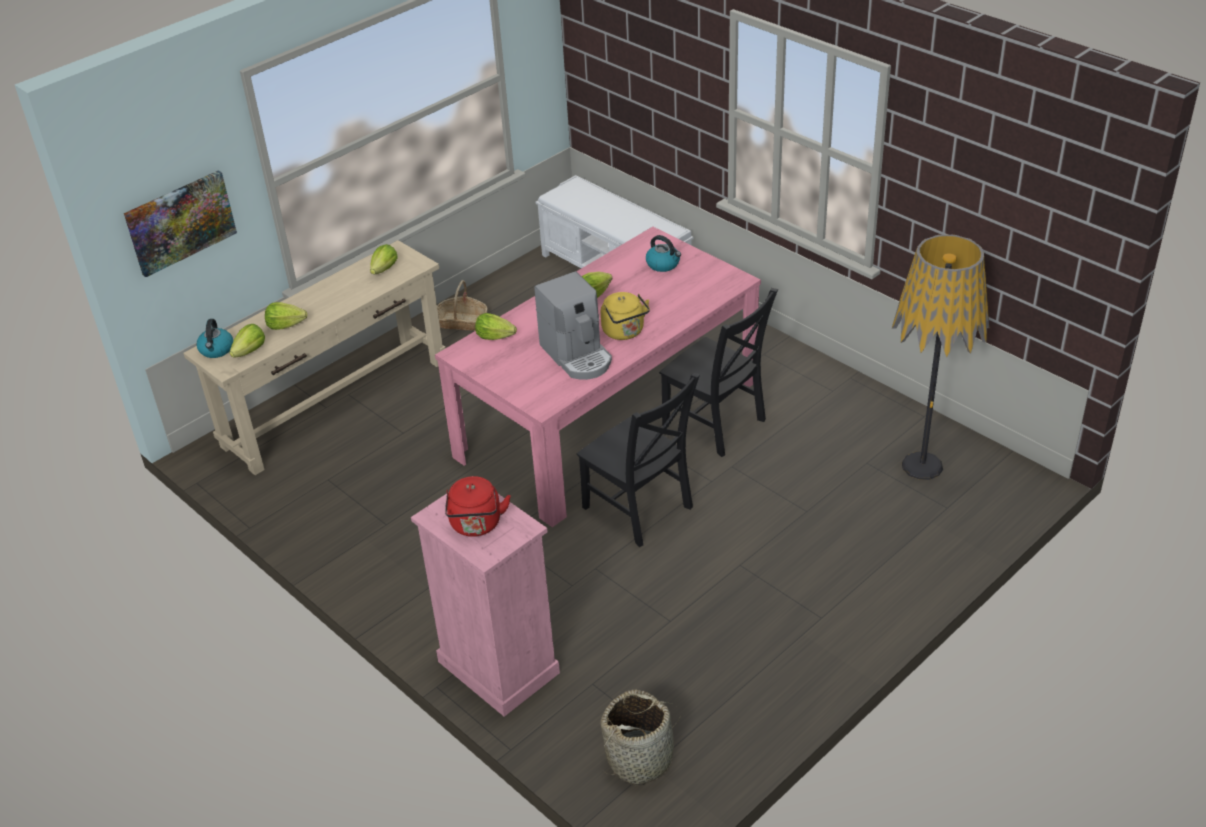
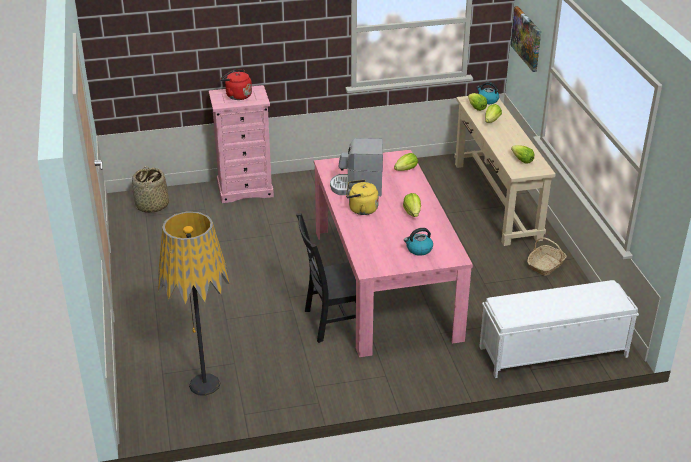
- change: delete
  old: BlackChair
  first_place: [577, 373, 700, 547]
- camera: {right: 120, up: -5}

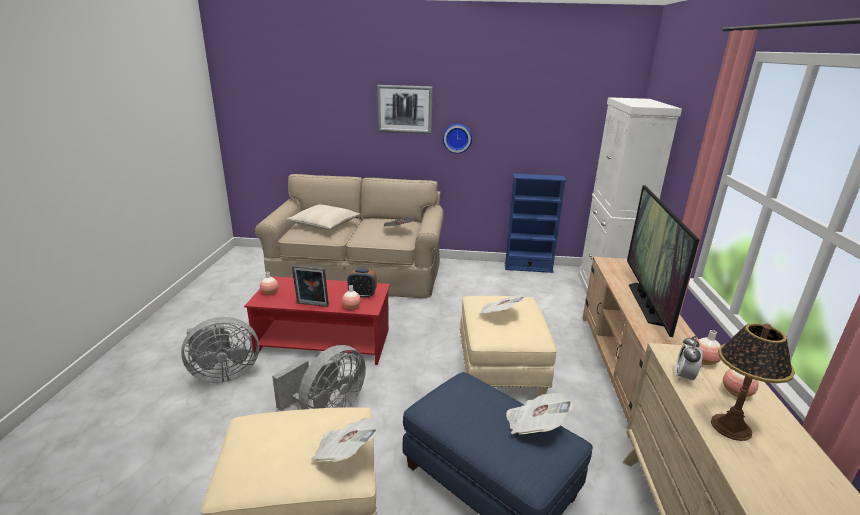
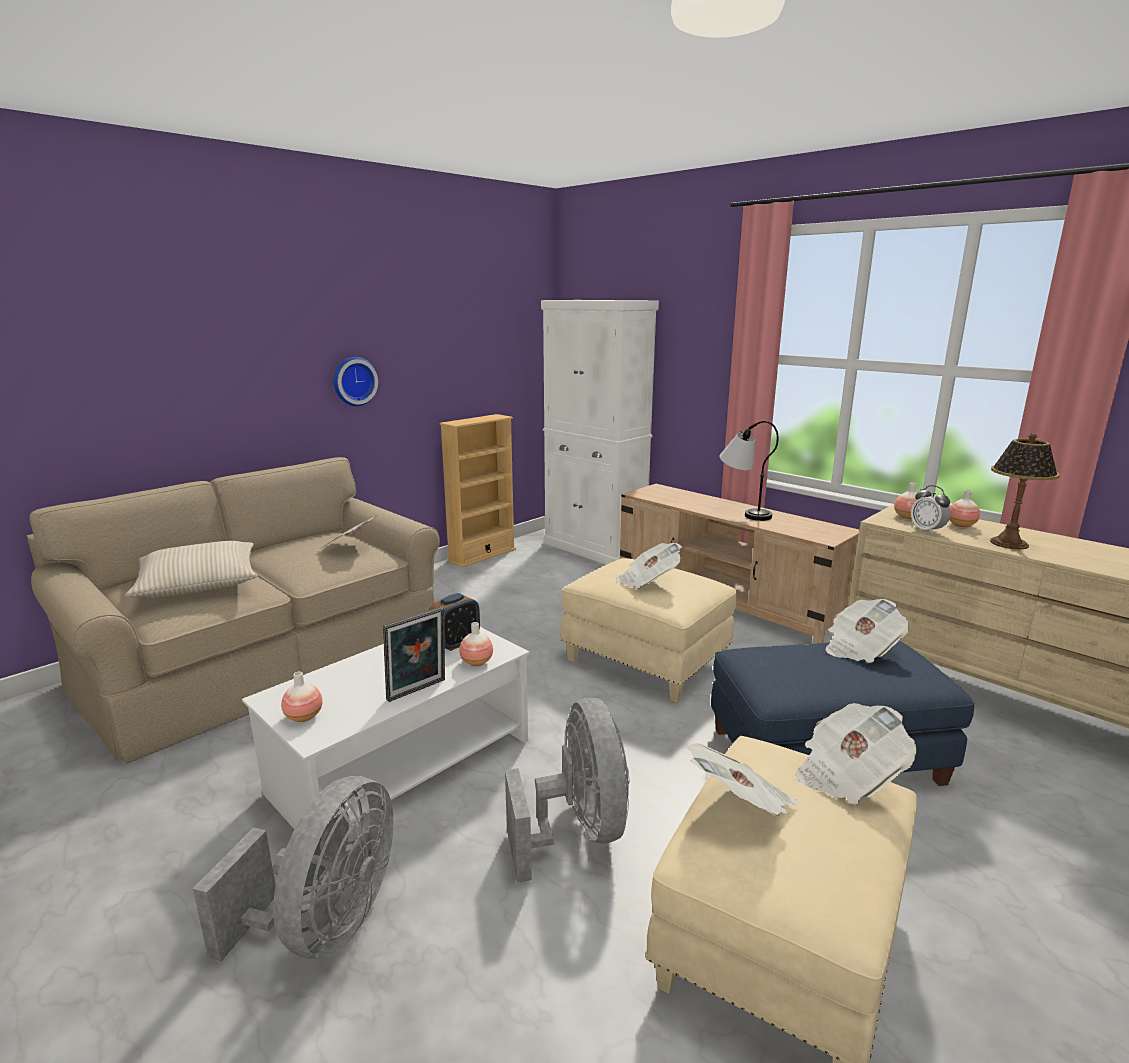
- change: delete
  old: Picture
  first_place: [377, 85, 433, 134]
- change: recolor
  old: BlueBookcase
  new: BeigeBookcase
  first_place: [504, 174, 567, 273]
  second_place: [440, 414, 516, 568]
- change: replace
  old: Television
  new: TableLamp
  first_place: [627, 185, 700, 337]
  second_place: [719, 421, 779, 521]
- change: recolor
  old: RedCoffeeTable
  new: WhiteCoffeeTable
  first_place: [244, 276, 390, 365]
  second_place: [242, 627, 530, 830]
- change: insert
  new: Newspaper
  second_place: [687, 743, 800, 816]
- camera: {right: -50, up: -5}

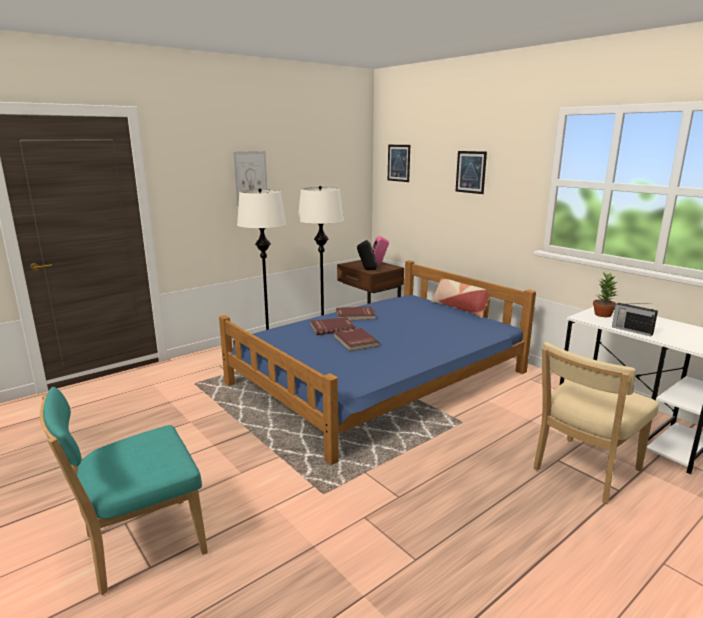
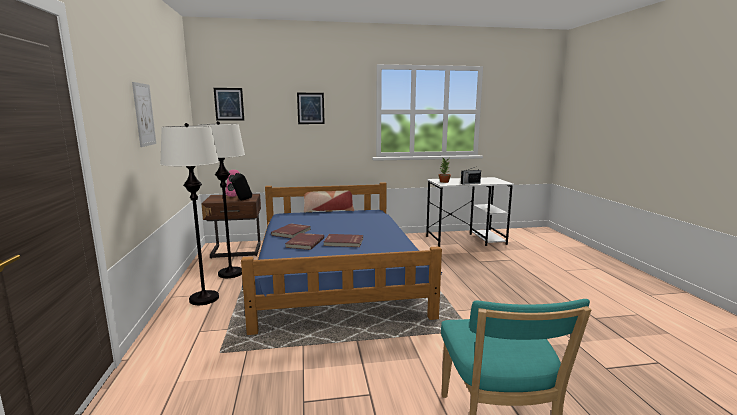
- change: delete
  old: BeigeChair
  first_place: [533, 342, 659, 504]
- camera: {right: -60, up: -5}

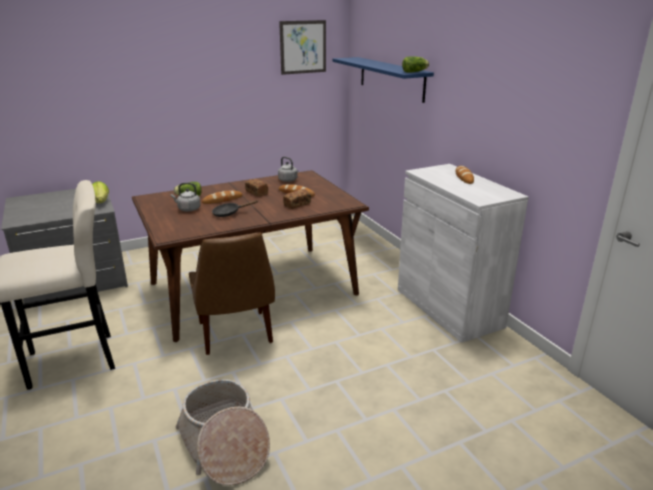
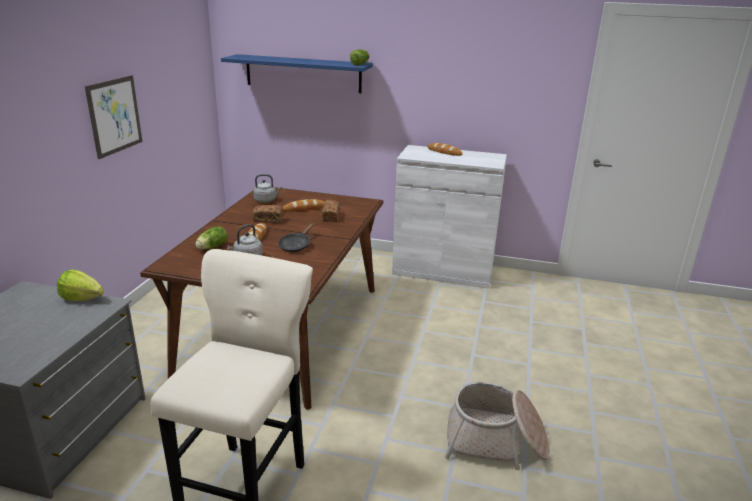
- change: move
  old: Picture
  first_place: [279, 20, 326, 75]
  second_place: [85, 75, 142, 159]
- change: delete
  old: BrownChair
  first_place: [189, 232, 275, 355]
- camera: {right: -50, up: 0}

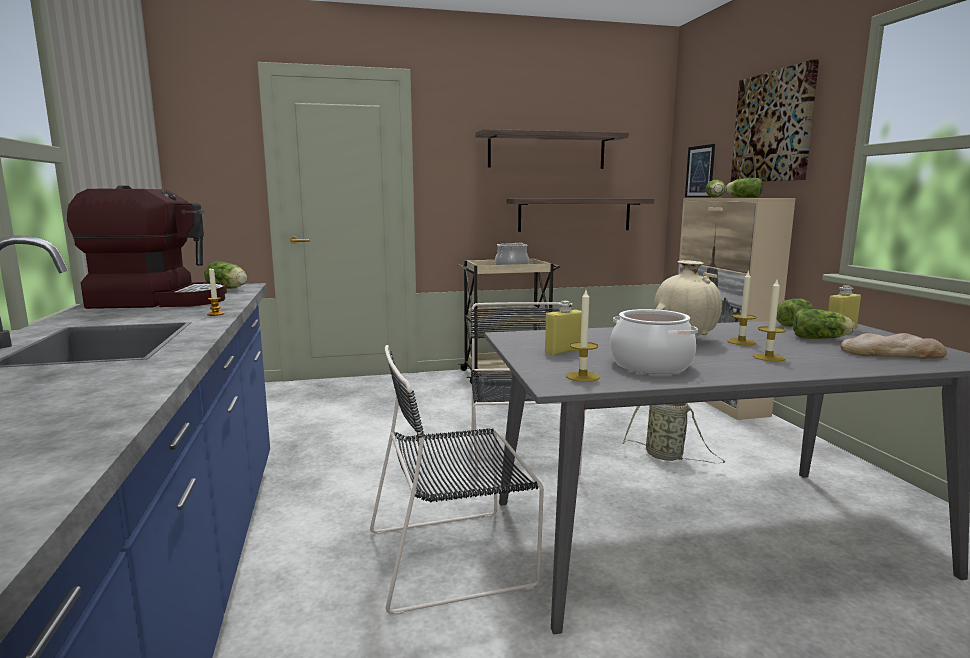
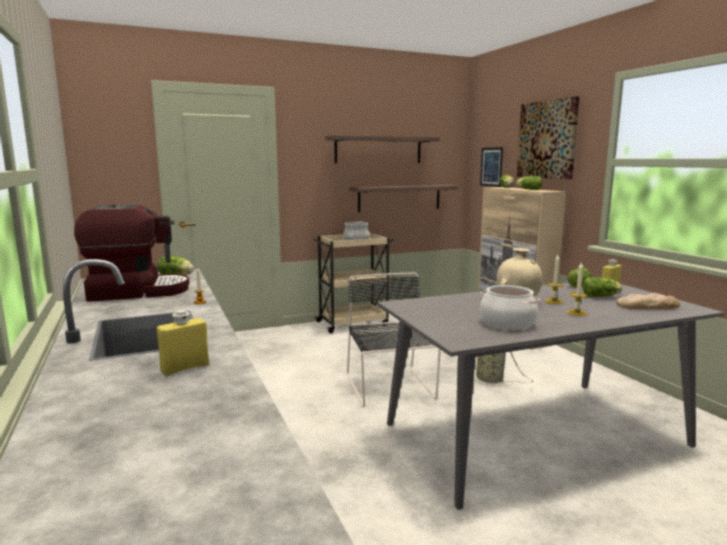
- change: delete
  old: Candle
  first_place: [566, 290, 600, 382]
- change: move
  old: YellowBottle
  first_place: [545, 301, 582, 356]
  second_place: [157, 310, 209, 376]
- change: delete
  old: BlackChair
  first_place: [370, 345, 544, 615]
- camera: {right: -10, up: 0}

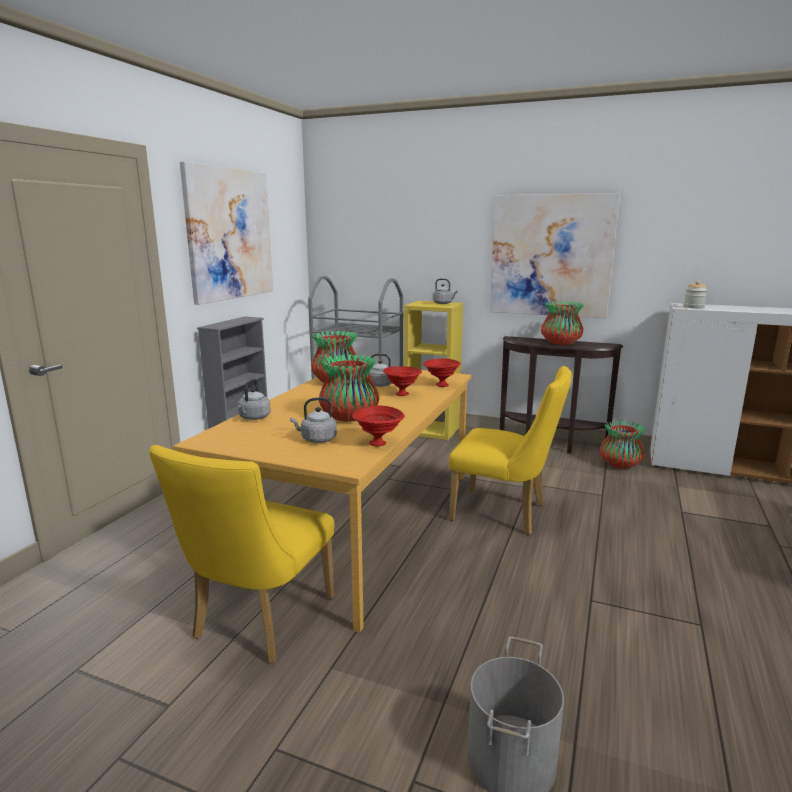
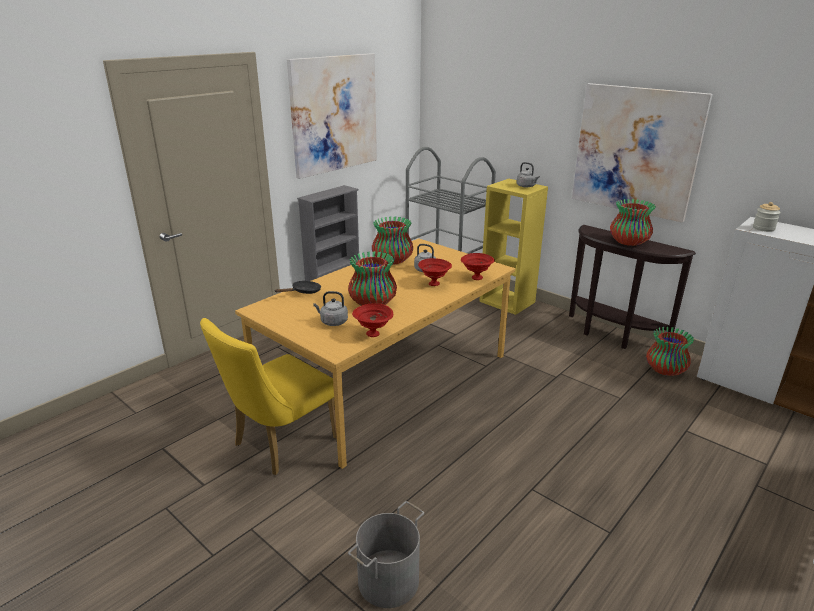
- change: delete
  old: YellowChair
  first_place: [449, 366, 571, 535]
- change: replace
  old: GreyKettle
  new: BlackFryingPan
  first_place: [238, 379, 271, 420]
  second_place: [274, 281, 321, 294]
- camera: {right: 20, up: 10}

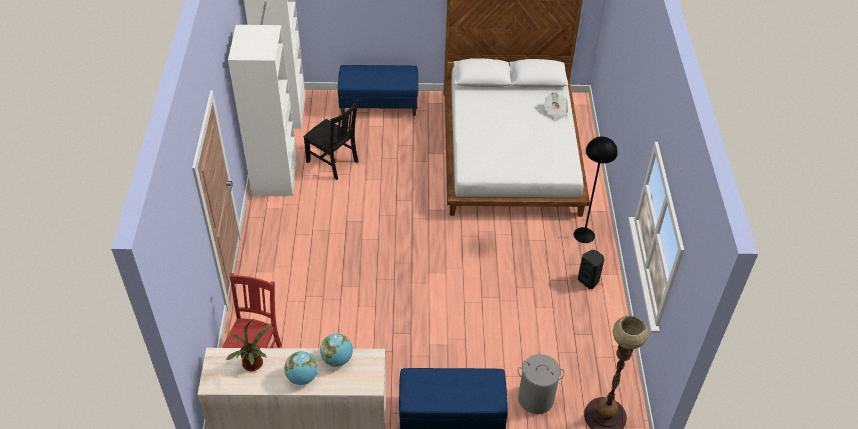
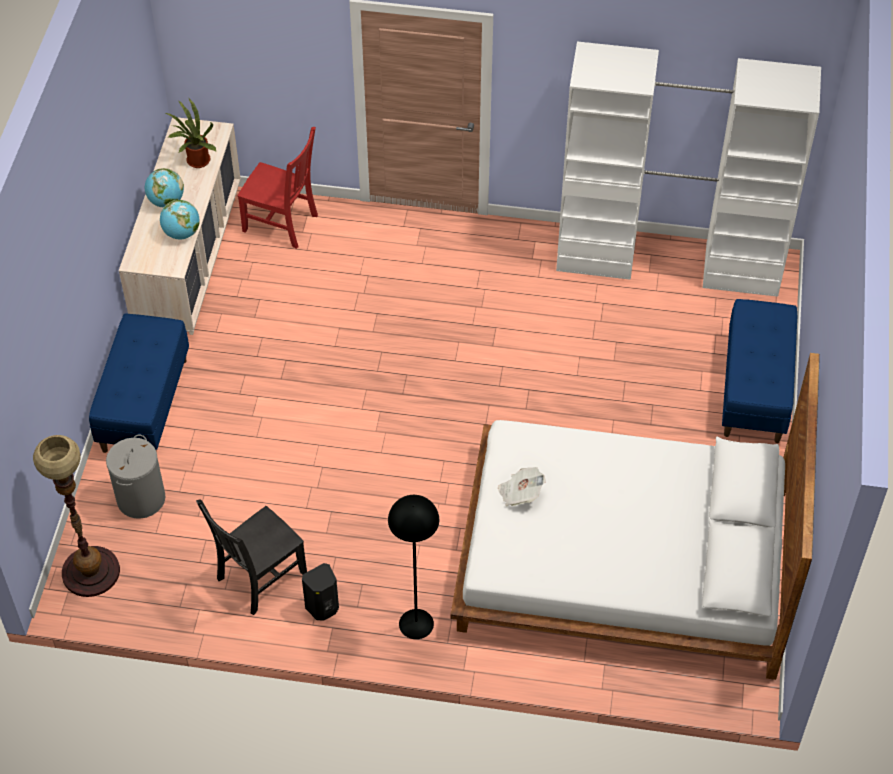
- change: move
  old: Newspaper
  first_place: [544, 92, 568, 121]
  second_place: [498, 467, 546, 506]
- change: move
  old: BlackChair
  first_place: [303, 99, 359, 180]
  second_place: [196, 500, 307, 615]
- camera: {right: 100, up: 5}

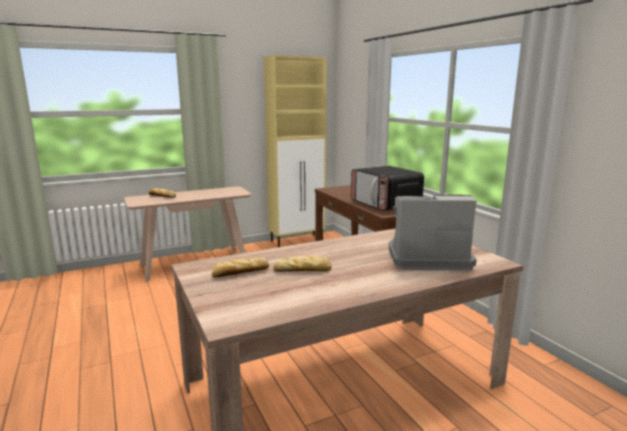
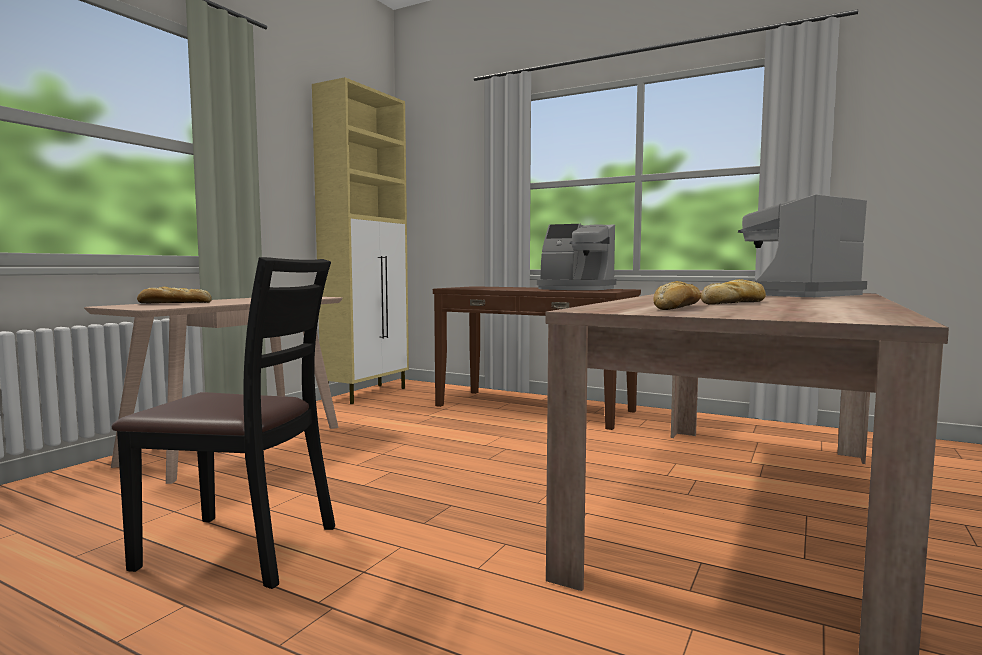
- change: replace
  old: Microwave
  new: CoffeeMachine
  first_place: [351, 166, 424, 211]
  second_place: [536, 224, 616, 290]
- change: insert
  new: BlackChair
  second_place: [112, 257, 335, 589]
- camera: {right: -35, up: -10}

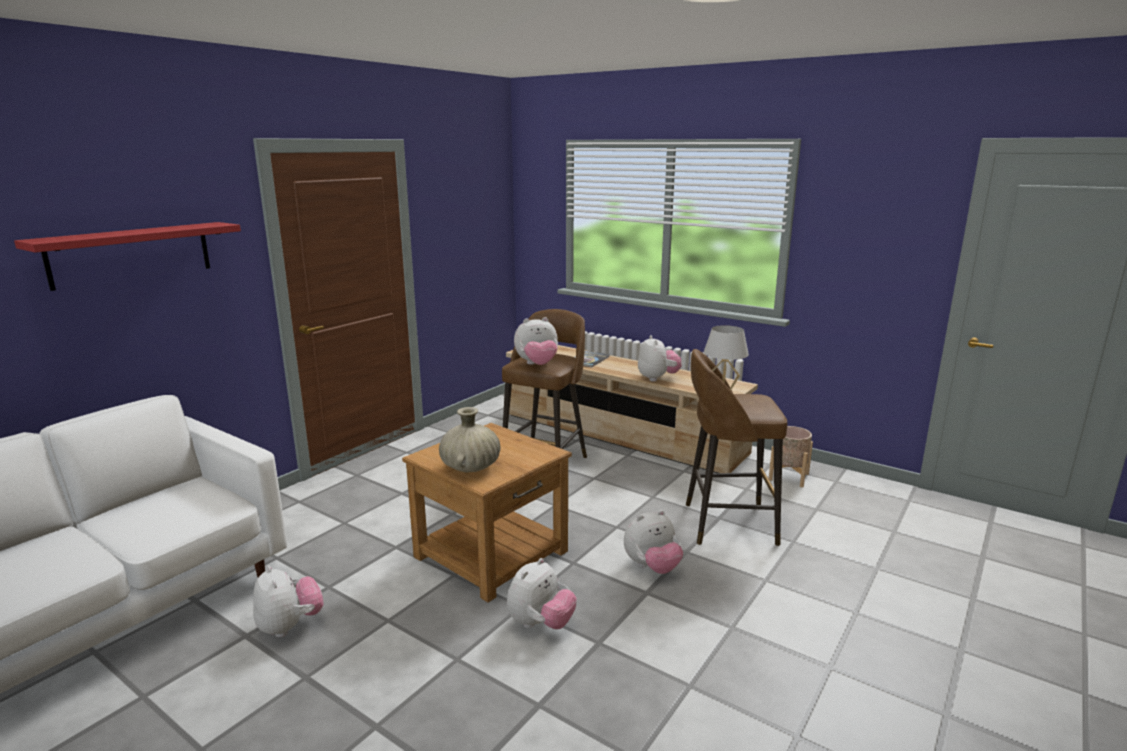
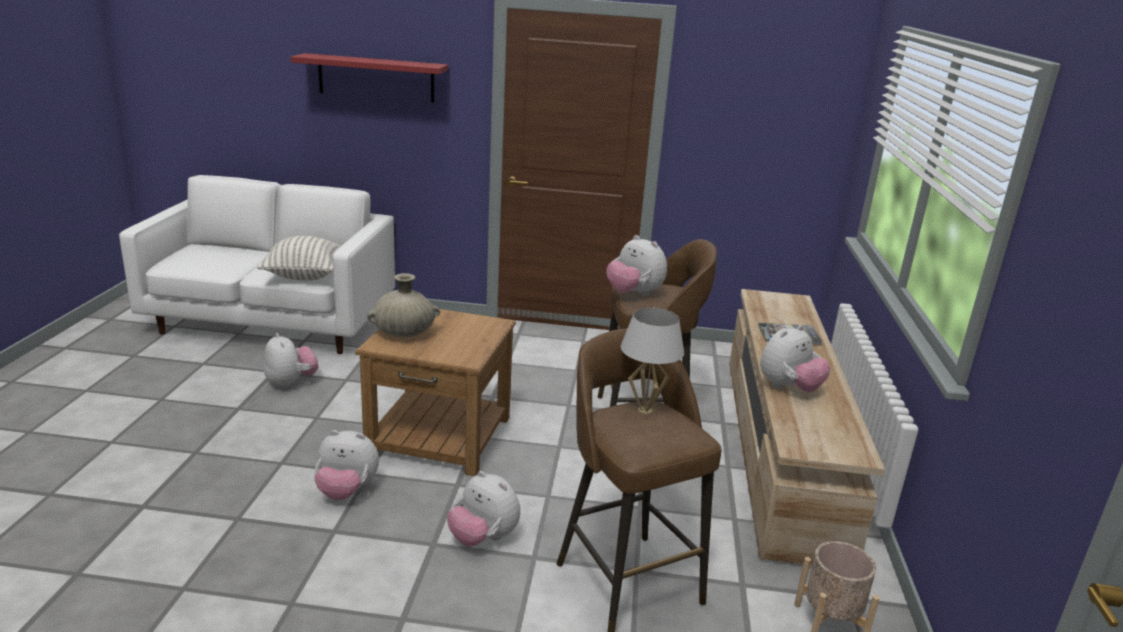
- change: rotate
  old: PlushToy
  first_place: [253, 566, 324, 637]
  second_place: [264, 333, 318, 389]
  degrees: -60
- change: insert
  new: Pillow
  second_place: [257, 236, 342, 281]
- camera: {right: 60, up: 5}

